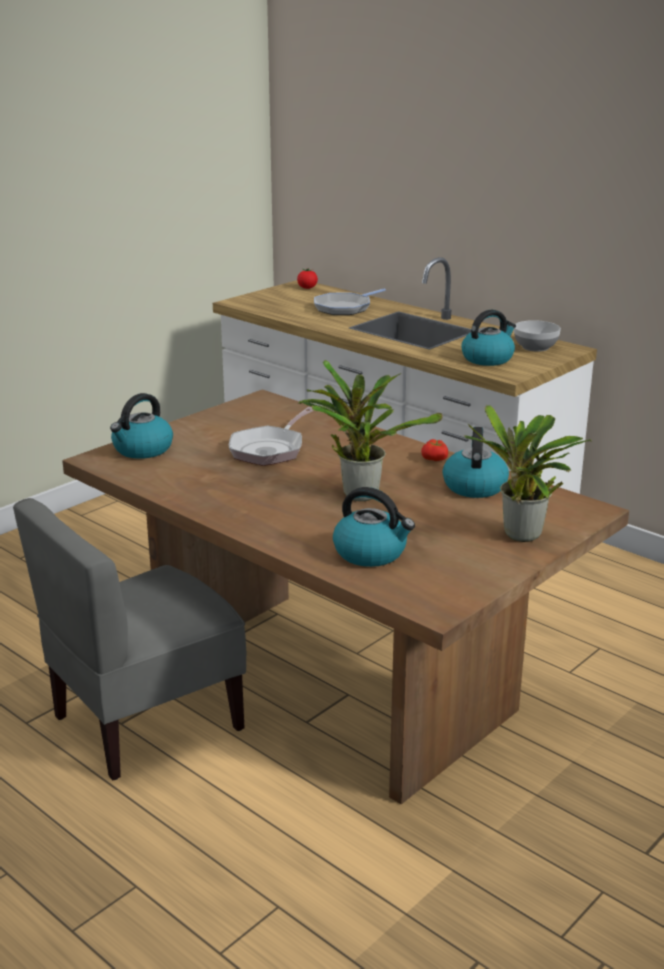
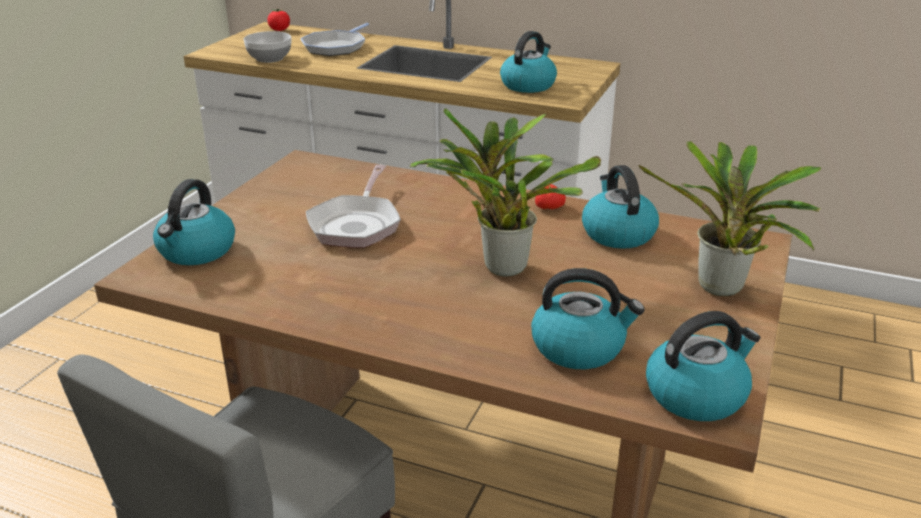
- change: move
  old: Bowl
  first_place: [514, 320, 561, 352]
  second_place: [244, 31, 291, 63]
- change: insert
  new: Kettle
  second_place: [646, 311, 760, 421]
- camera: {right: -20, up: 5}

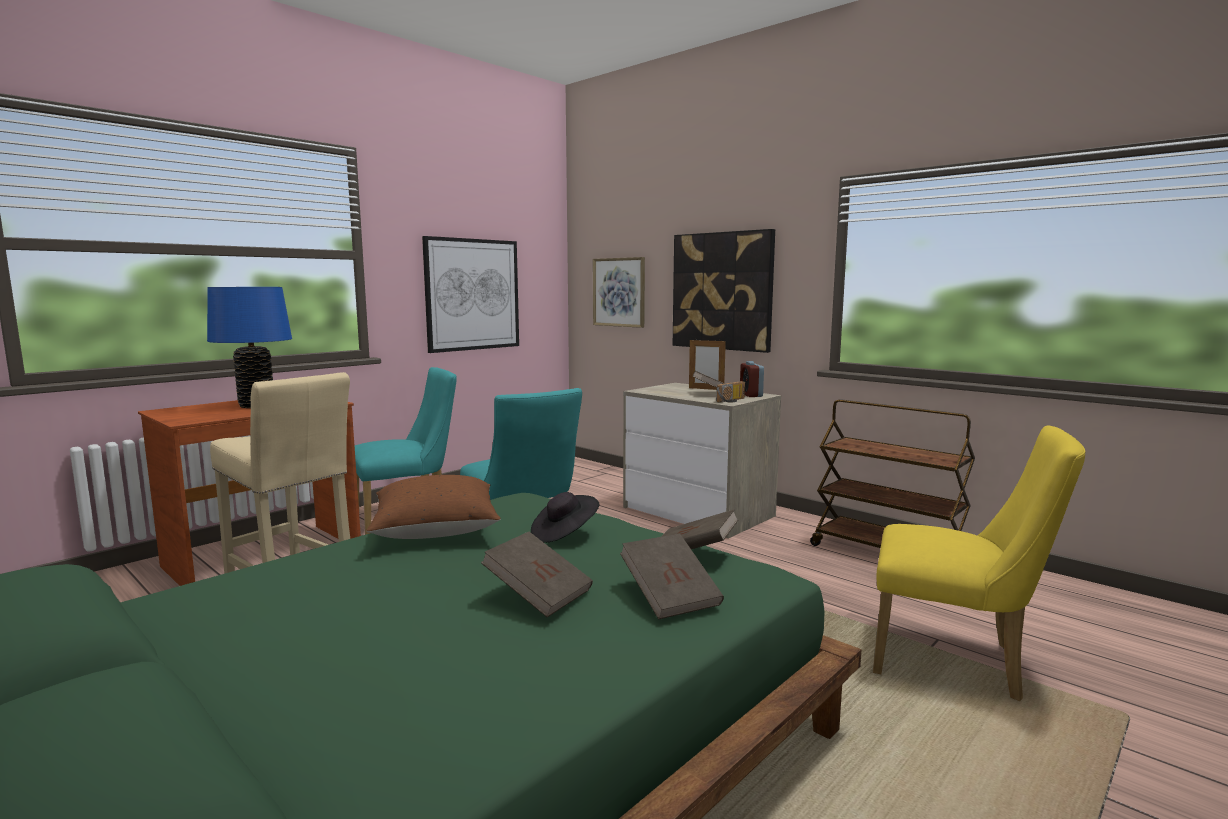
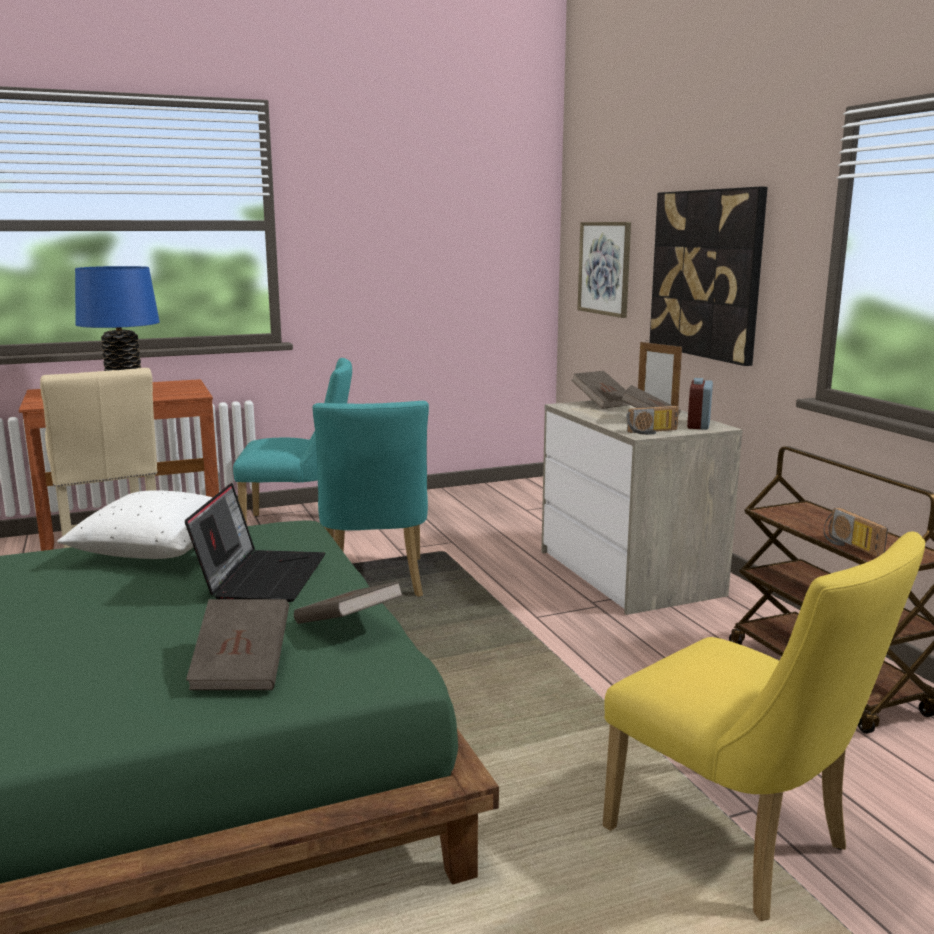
- change: delete
  old: Picture
  first_place: [422, 236, 519, 353]
- change: recolor
  old: BrownPillow
  new: WhitePillow
  first_place: [366, 475, 501, 539]
  second_place: [57, 490, 213, 559]
- change: replace
  old: BlackHat
  new: Laptop
  first_place: [531, 492, 600, 542]
  second_place: [185, 483, 325, 602]
- change: move
  old: BrownBook
  first_place: [481, 532, 593, 617]
  second_place: [571, 371, 630, 409]
- change: insert
  new: Radio
  second_place: [824, 508, 888, 557]
- camera: {right: 25, up: 5}

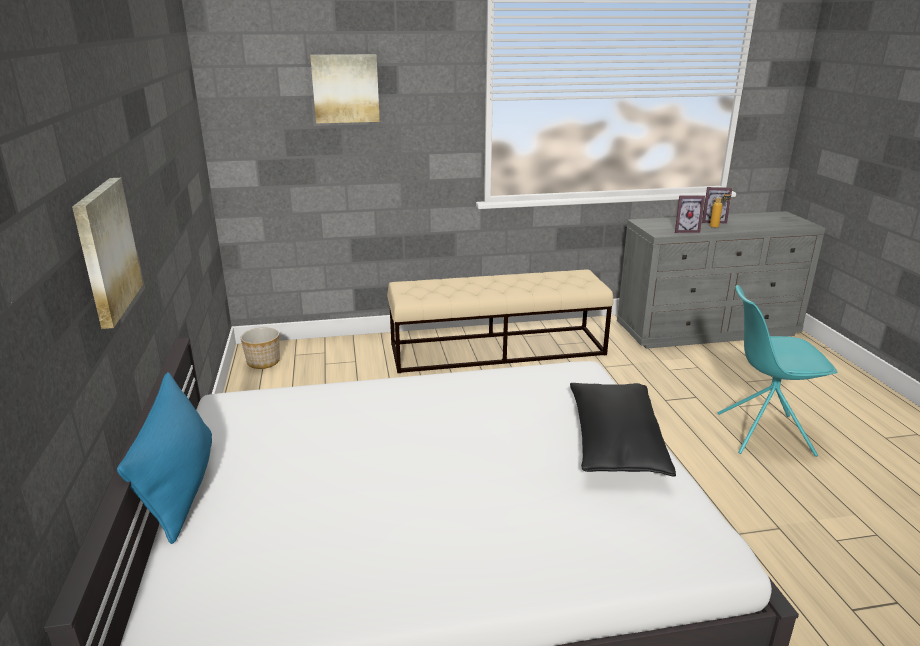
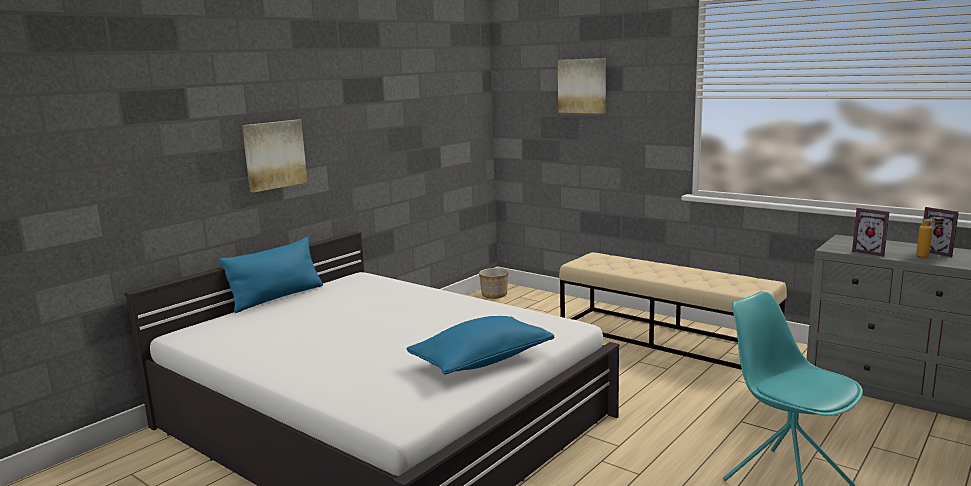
- change: recolor
  old: BlackPillow
  new: BluePillow
  first_place: [570, 383, 676, 476]
  second_place: [406, 316, 554, 375]
- camera: {right: 50, up: -10}

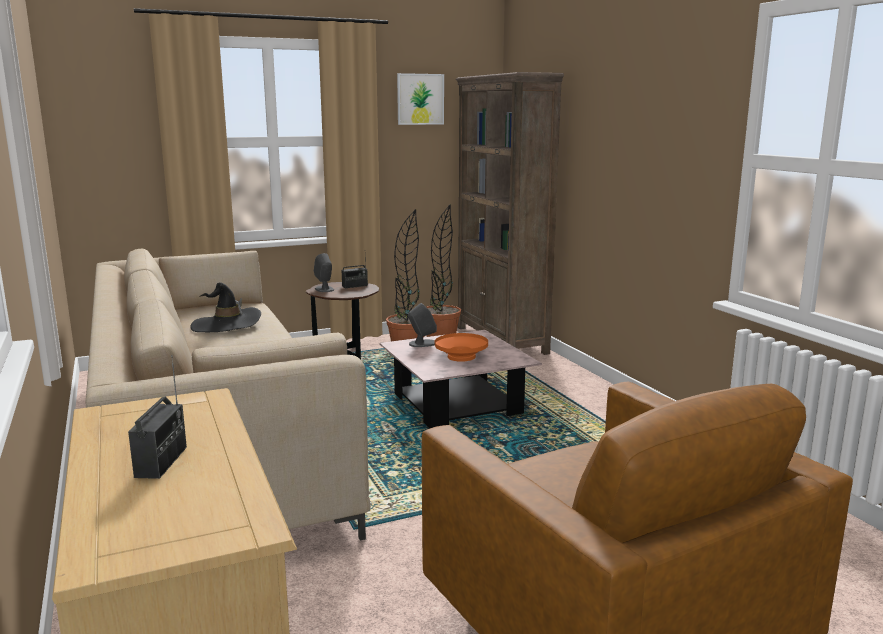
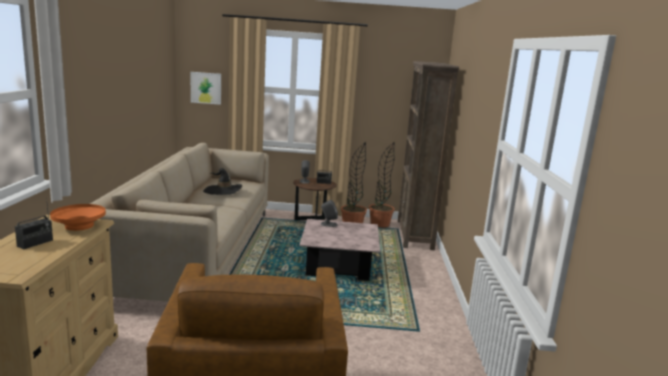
- change: move
  old: Picture
  first_place: [397, 73, 444, 125]
  second_place: [191, 72, 221, 105]
- change: move
  old: OrangeBowl
  first_place: [434, 333, 488, 362]
  second_place: [50, 204, 106, 231]
- camera: {right: 25, up: 0}

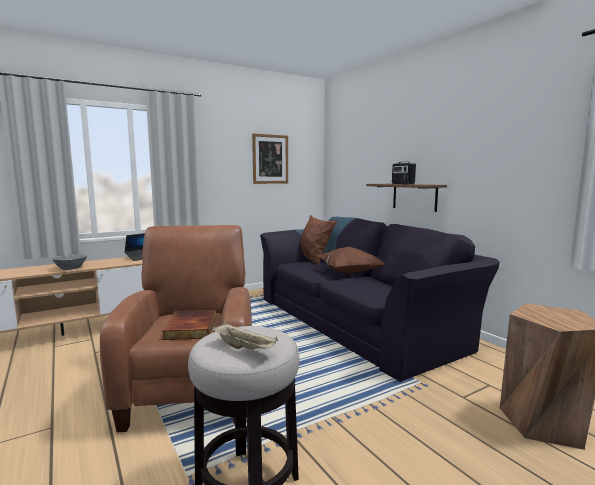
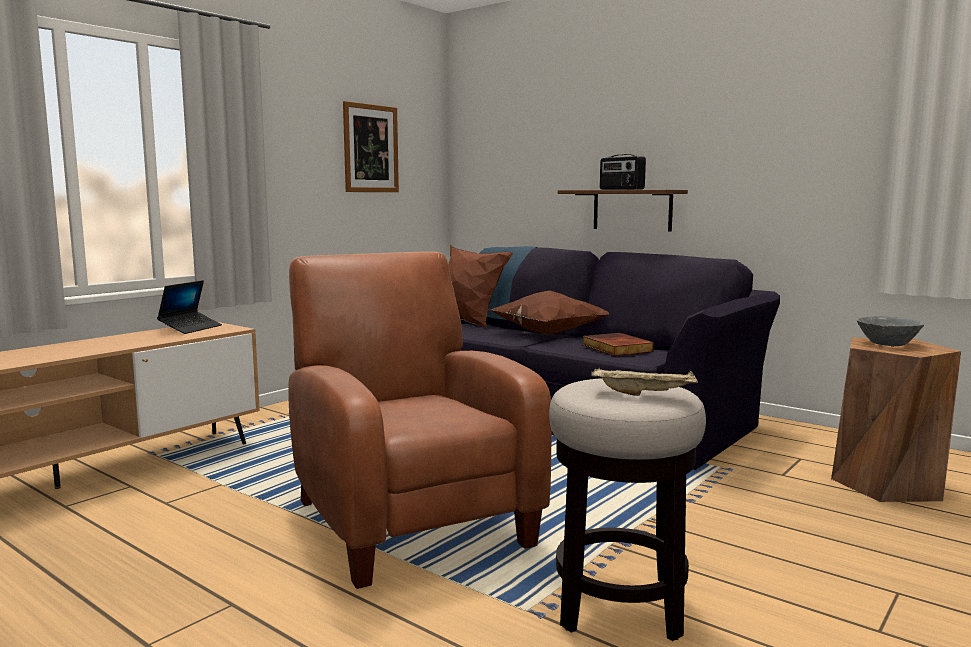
- change: move
  old: GreyBowl
  first_place: [52, 254, 87, 270]
  second_place: [857, 316, 924, 347]
- change: move
  old: Book
  first_place: [162, 310, 216, 340]
  second_place: [583, 333, 654, 356]
- camera: {right: -20, up: 0}

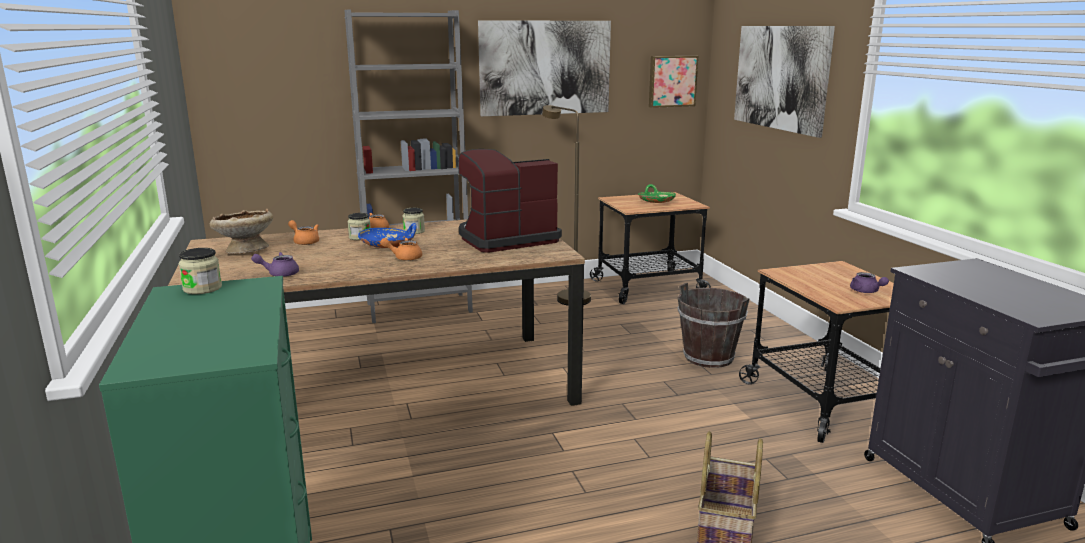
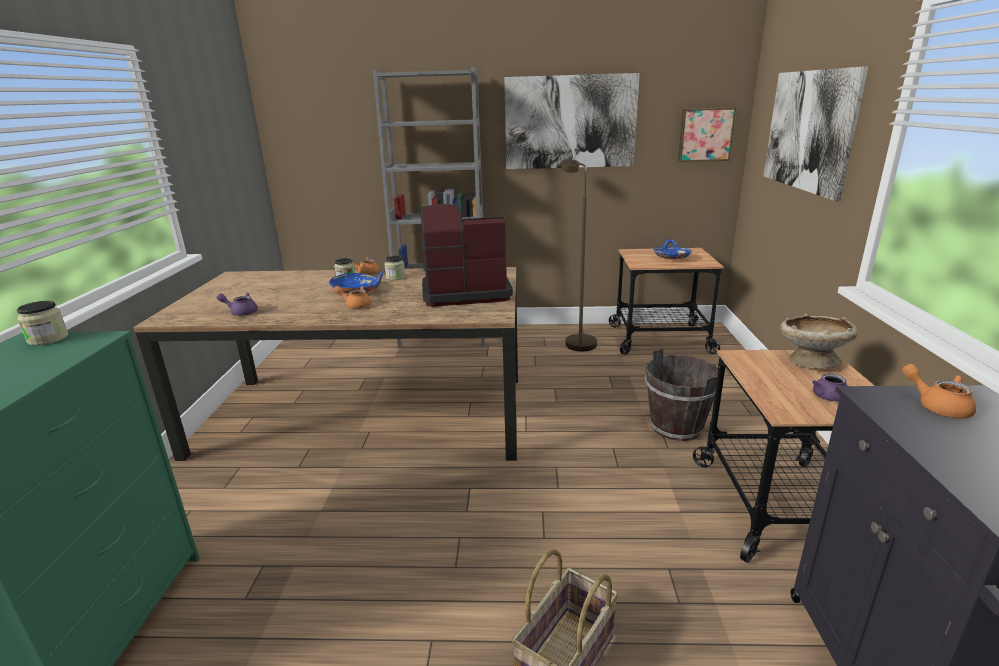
- change: recolor
  old: GreenBowl
  new: BlueBowl
  first_place: [638, 184, 676, 203]
  second_place: [653, 239, 692, 259]
- change: move
  old: BeigeBowl
  first_place: [210, 208, 273, 253]
  second_place: [780, 314, 858, 369]
- change: move
  old: OrangeTeapot
  first_place: [288, 220, 319, 245]
  second_place: [902, 364, 976, 419]
- camera: {right: 20, up: 5}

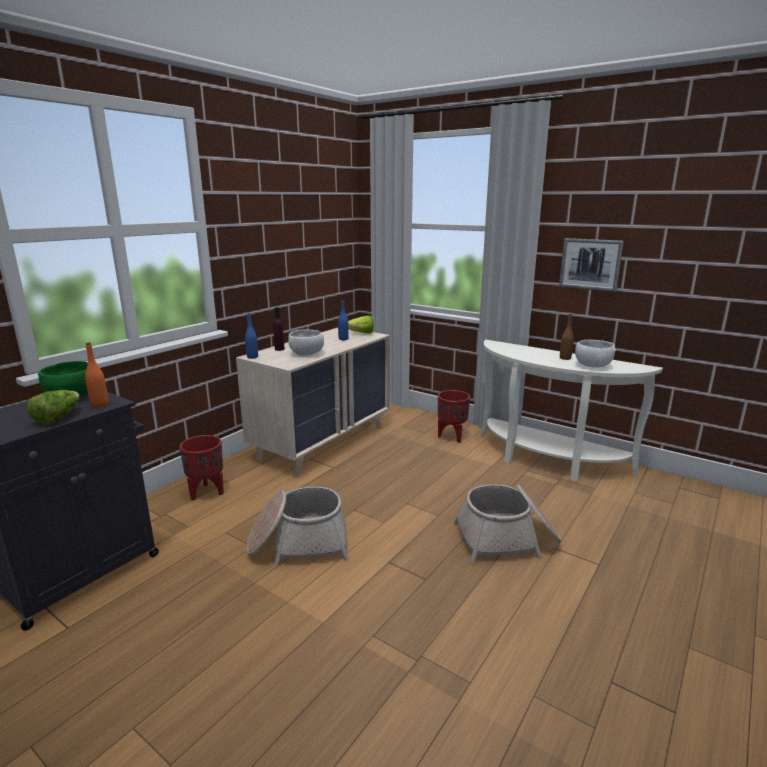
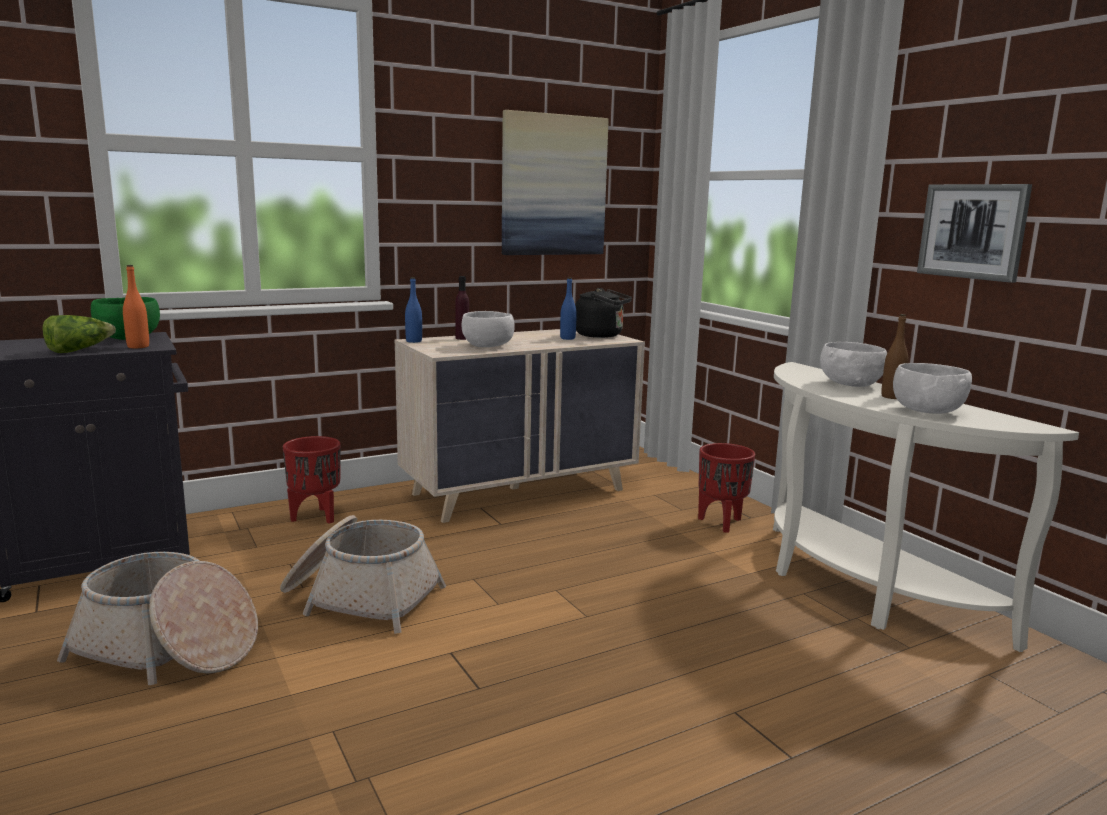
- change: replace
  old: Lettuce
  new: BlackKettle
  first_place: [348, 316, 374, 334]
  second_place: [575, 288, 632, 338]
- change: move
  old: Basket
  first_place: [454, 484, 561, 563]
  second_place: [57, 552, 258, 685]
- change: insert
  new: Picture
  second_place: [502, 110, 609, 255]
- change: insert
  new: WhiteBowl
  second_place: [820, 342, 887, 387]
- camera: {right: 25, up: -5}

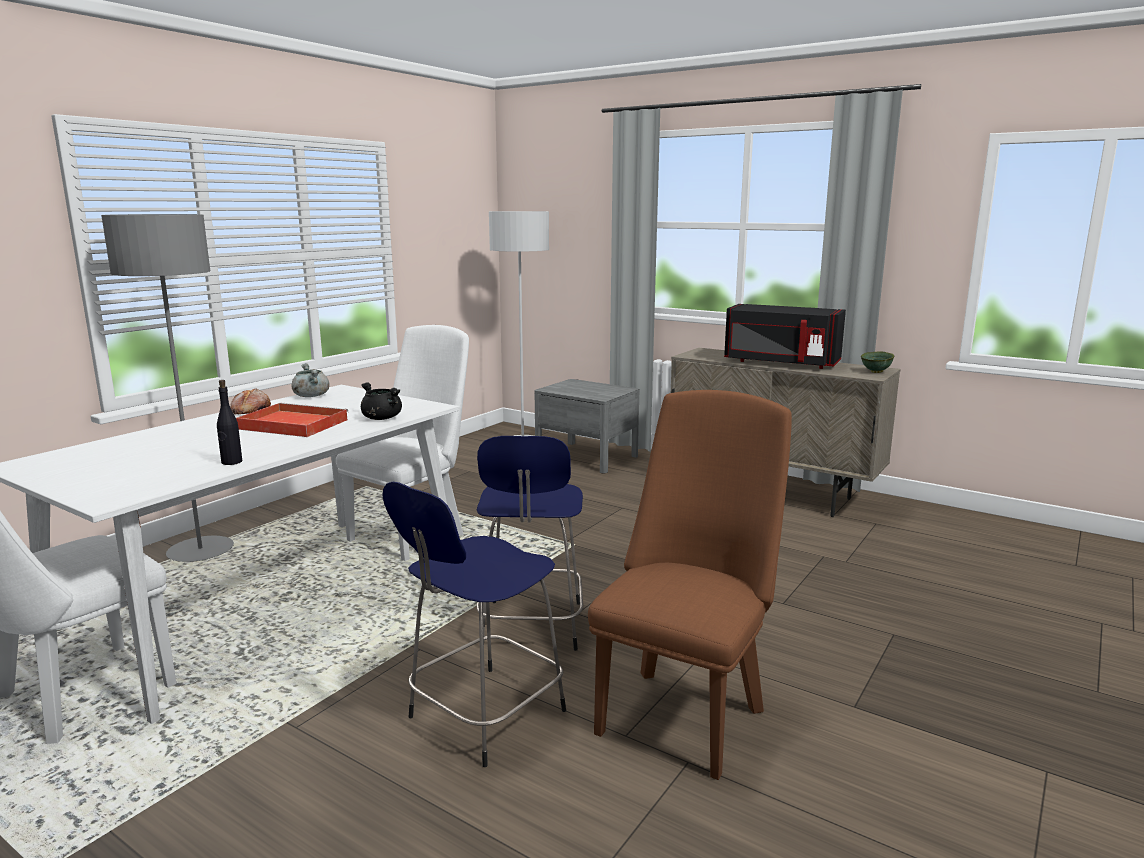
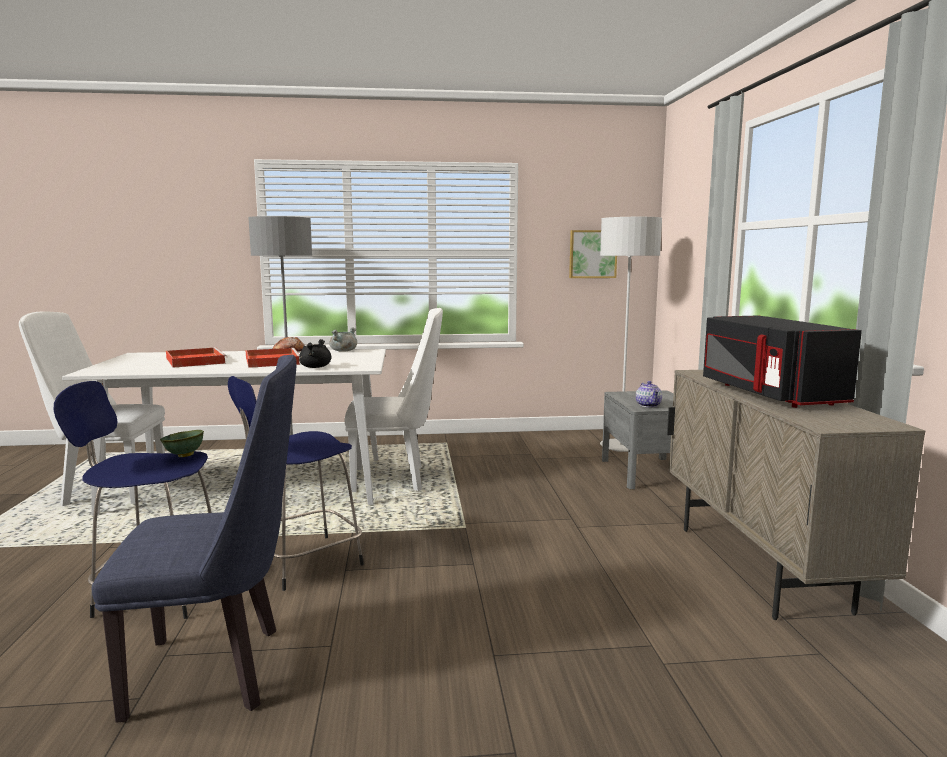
- change: move
  old: GreenBowl
  first_place: [861, 352, 894, 373]
  second_place: [160, 430, 204, 457]
- change: delete
  old: BlackBottle
  first_place: [217, 380, 242, 465]
- change: recolor
  old: BrownChair
  new: BlueChair
  first_place: [588, 390, 792, 780]
  second_place: [92, 355, 297, 723]
- change: insert
  new: Picture
  second_place: [569, 230, 617, 278]
- change: insert
  new: RedTray
  second_place: [166, 347, 227, 368]
- change: insert
  new: Teapot
  second_place: [636, 381, 662, 407]
- camera: {right: 50, up: -5}

